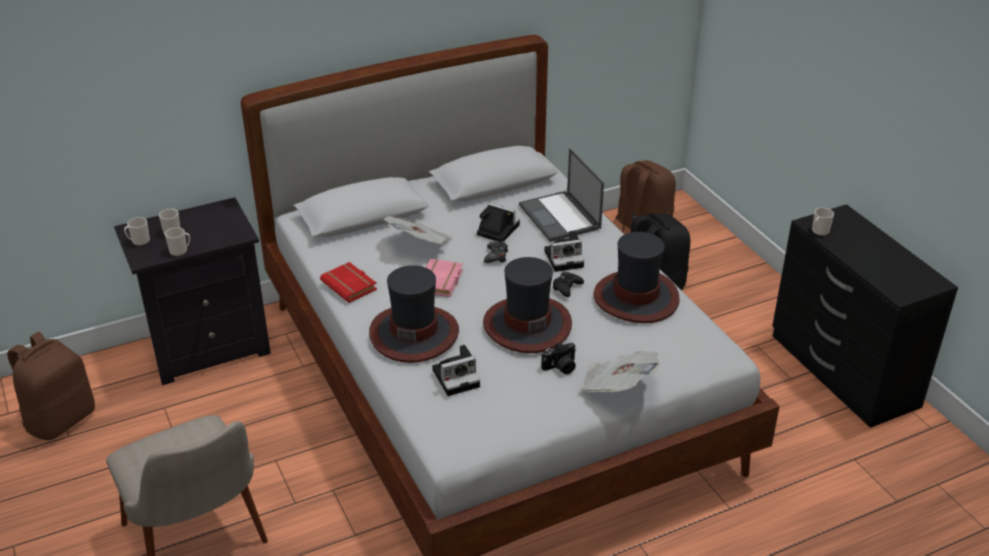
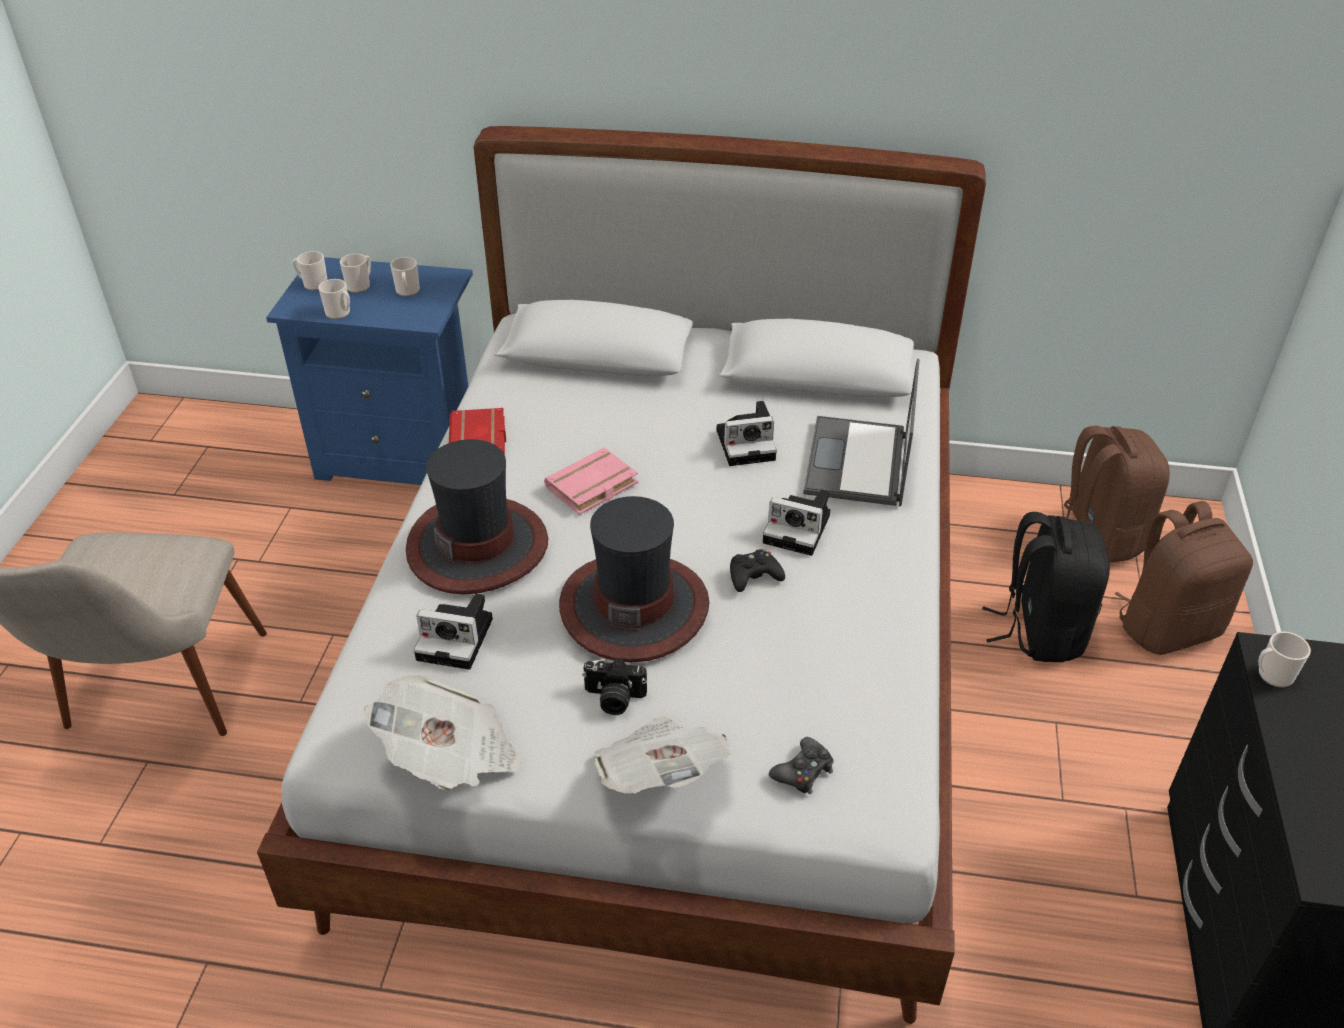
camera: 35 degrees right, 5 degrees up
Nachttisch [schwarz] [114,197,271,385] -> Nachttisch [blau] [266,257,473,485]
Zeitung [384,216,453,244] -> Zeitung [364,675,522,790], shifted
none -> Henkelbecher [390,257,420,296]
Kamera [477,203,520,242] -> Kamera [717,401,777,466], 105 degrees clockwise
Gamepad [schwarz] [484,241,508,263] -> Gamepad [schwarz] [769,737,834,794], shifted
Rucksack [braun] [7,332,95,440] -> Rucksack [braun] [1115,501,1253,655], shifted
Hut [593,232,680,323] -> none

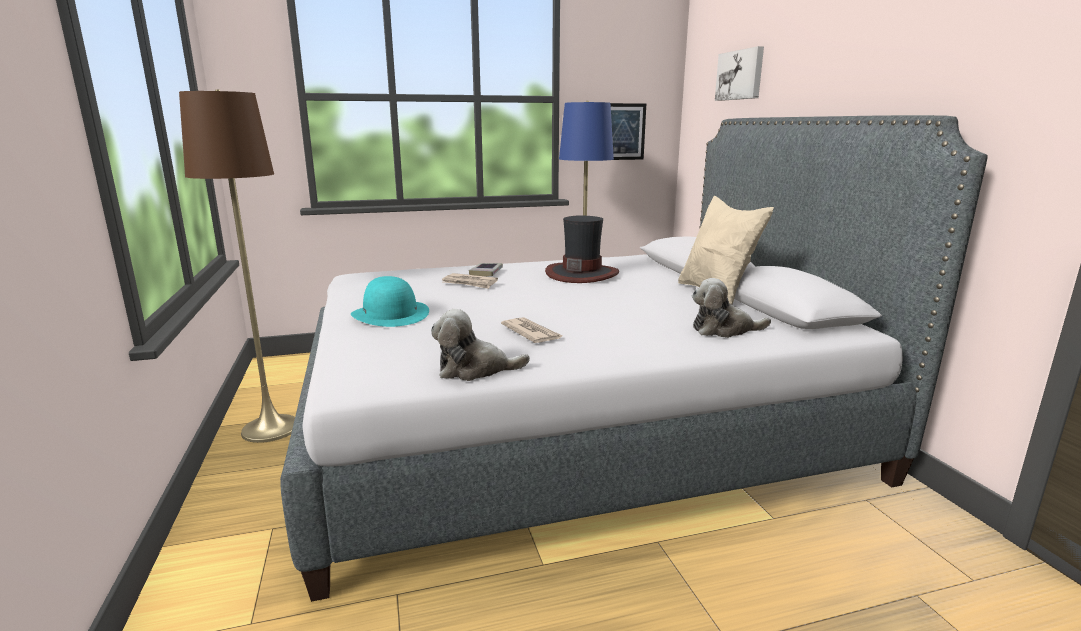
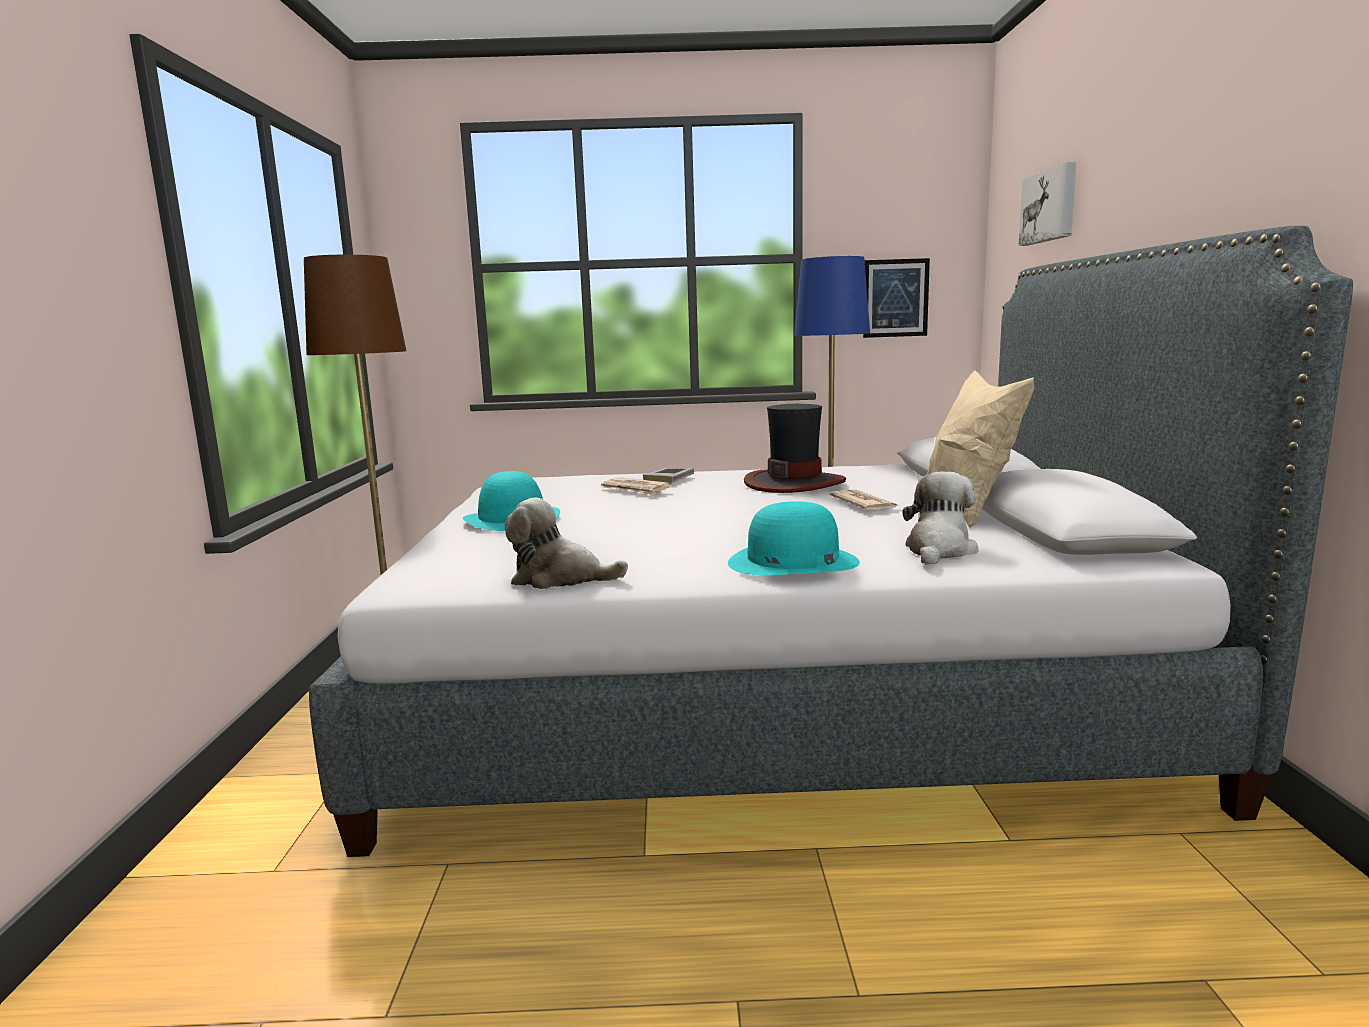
camera: 15 degrees right, 5 degrees down
none -> Hut [türkis] [728,501,860,575]
Zeitung [501,317,563,343] -> Zeitung [829,490,901,509], shifted
Plüschtier [692,278,771,338] -> Plüschtier [902,472,978,565], 105 degrees clockwise

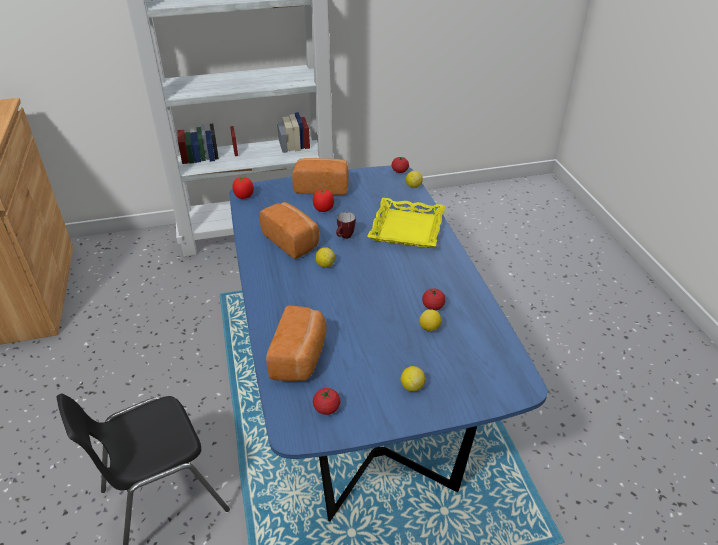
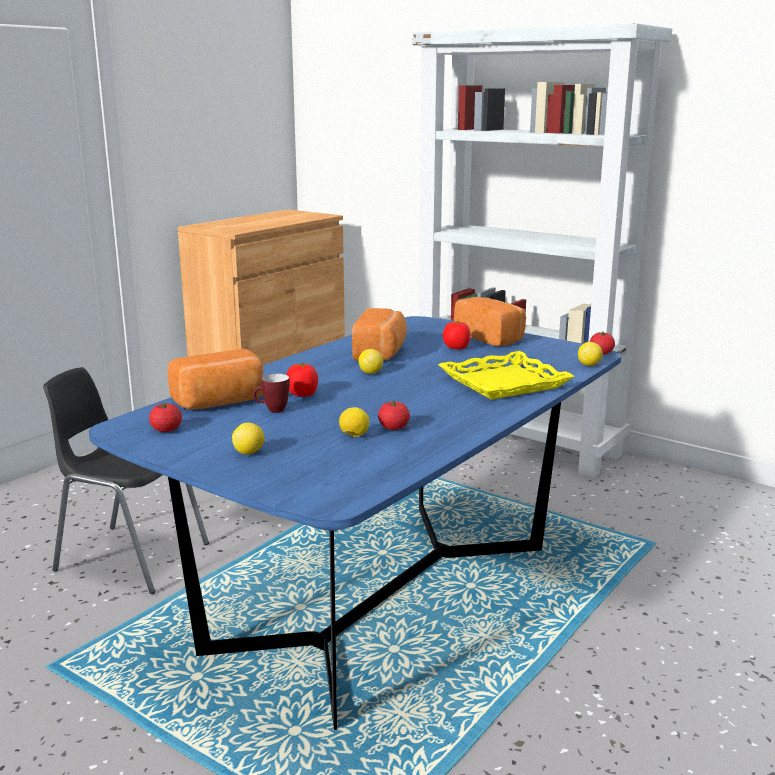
camera: 50 degrees right, 20 degrees down
Henkelbecher [336,212,356,239] -> Henkelbecher [253,374,290,413], shifted
Tomate [233,177,254,199] -> Tomate [286,363,318,397], shifted

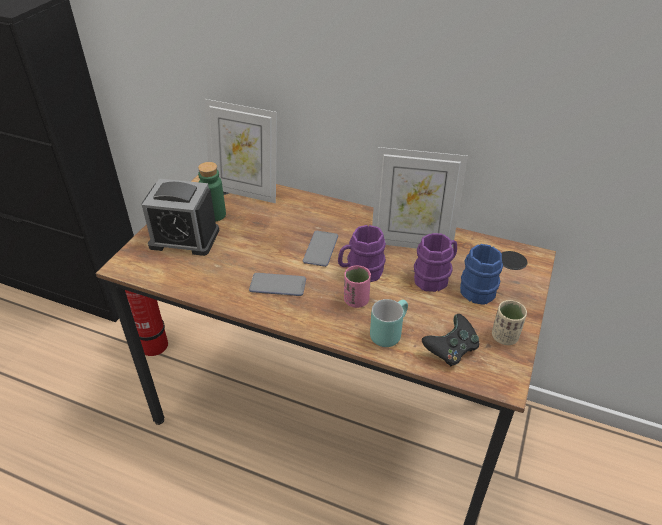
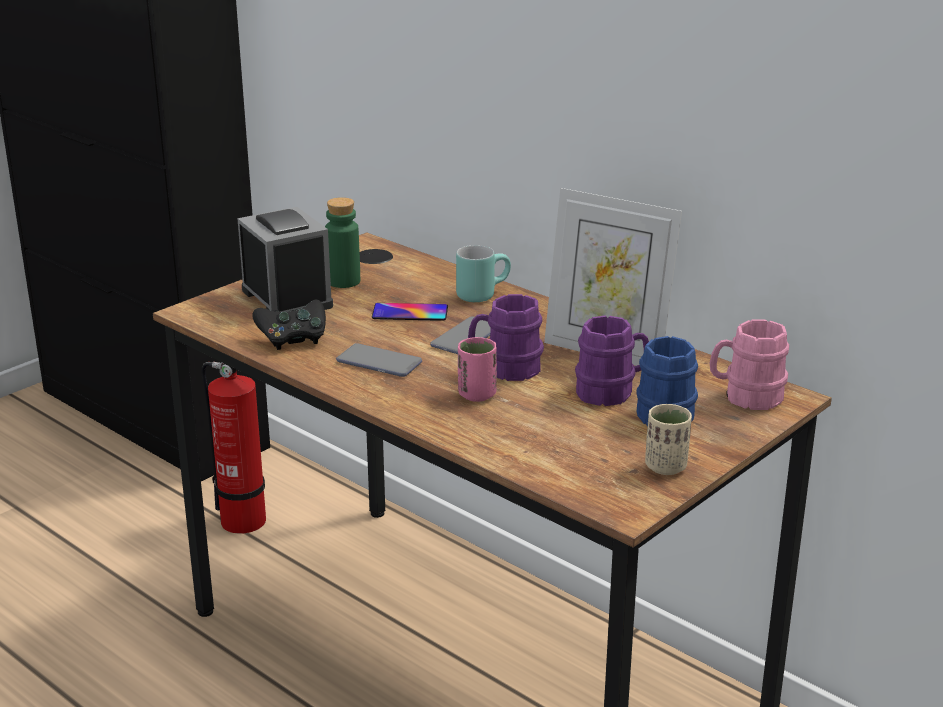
camera: 20 degrees right, 15 degrees down
Wecker [142,179,219,256] -> Wecker [237,207,333,312], 150 degrees counterclockwise
Gamepad [schwarz] [422,314,480,367] -> Gamepad [schwarz] [252,300,326,350], shifted
none -> Handy [372,303,448,321]
Henkelbecher [türkis] [370,299,408,347] -> Henkelbecher [türkis] [456,245,511,302], shifted
none -> Henkelbecher [rosa] [710,319,789,410]
Bilderrahmen [205,99,277,203] -> none

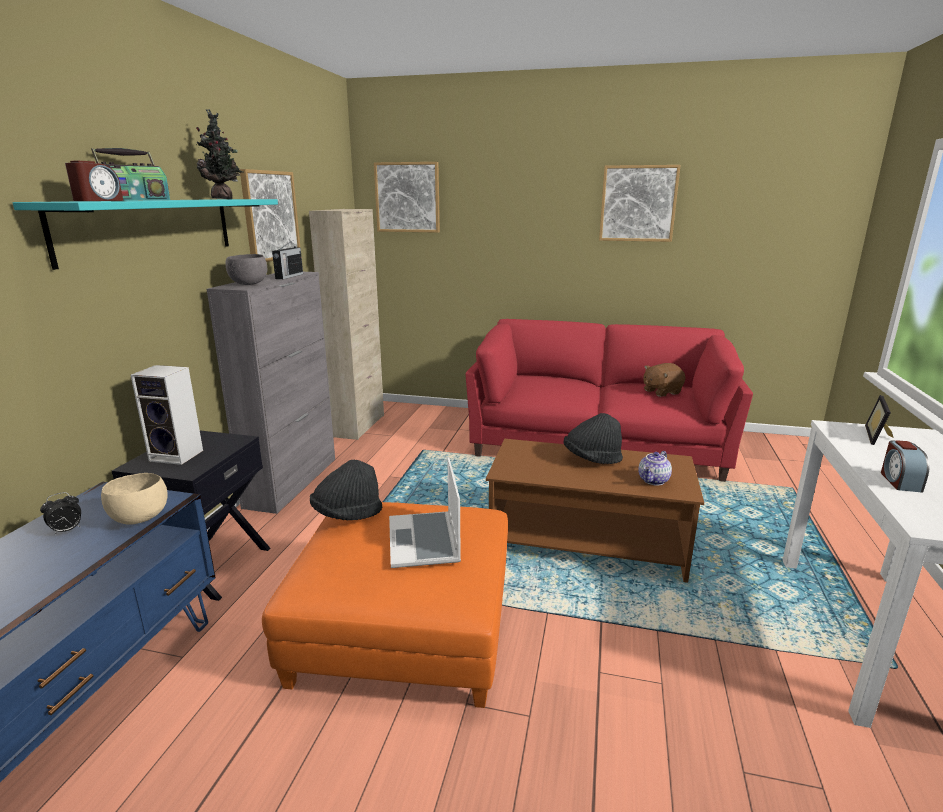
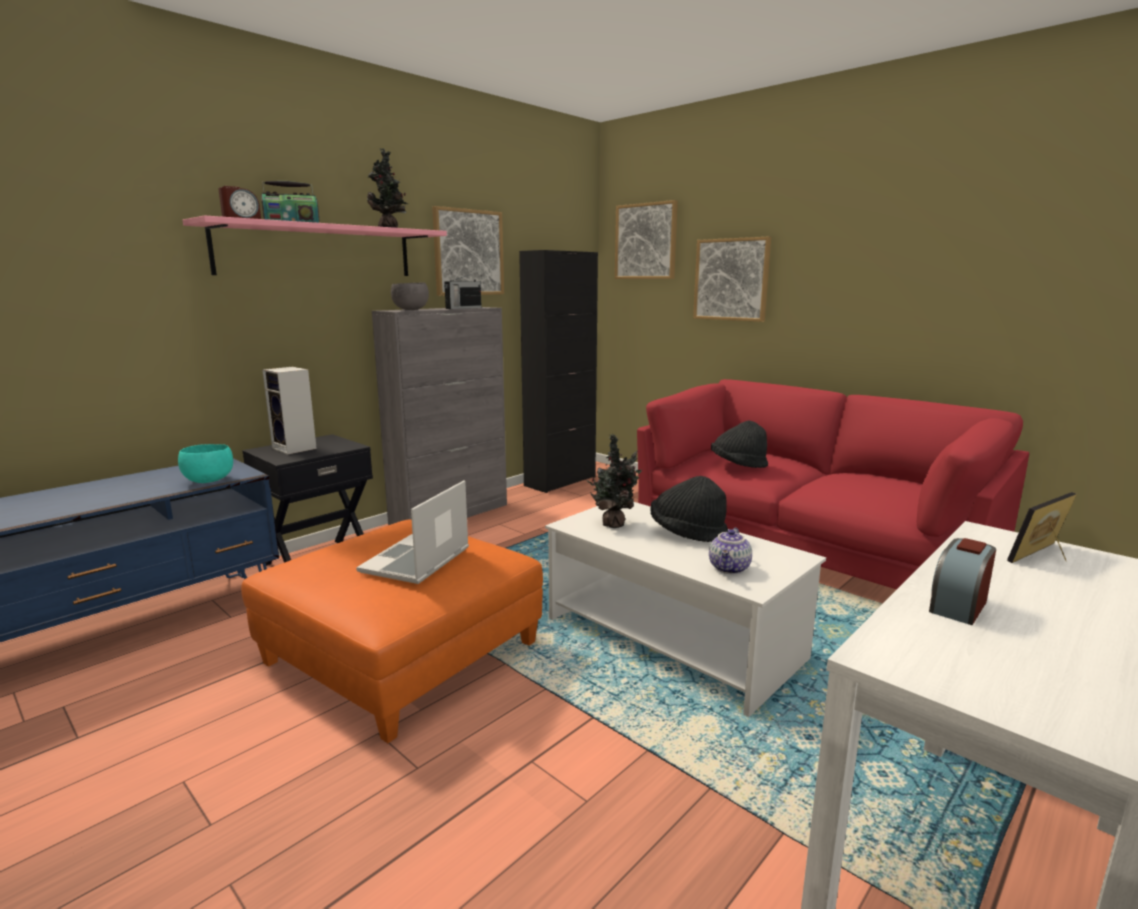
camera: 30 degrees right, 5 degrees down
Schüssel [beige] [101,473,168,524] -> Schüssel [türkis] [178,444,233,483]
Wandregal [türkis] [13,199,278,270] -> Wandregal [rosa] [182,215,447,276]
Schrank [beige] [309,209,384,440] -> Schrank [schwarz] [519,250,598,493]
Couchtisch [braun] [486,439,704,583] -> Couchtisch [weiß] [545,502,826,717]
none -> Topfpflanze [587,434,642,528]
Bild [599,165,681,242] -> Bild [693,237,771,322], shifted
Teekanne [638,451,672,486] -> Teekanne [709,528,752,574], 45 degrees counterclockwise
Hut [schwarz] [310,459,382,520] -> Hut [schwarz] [711,420,768,468], shifted
Wecker [40,492,81,535] -> none
Plüschtier [braun] [643,363,685,397] -> none

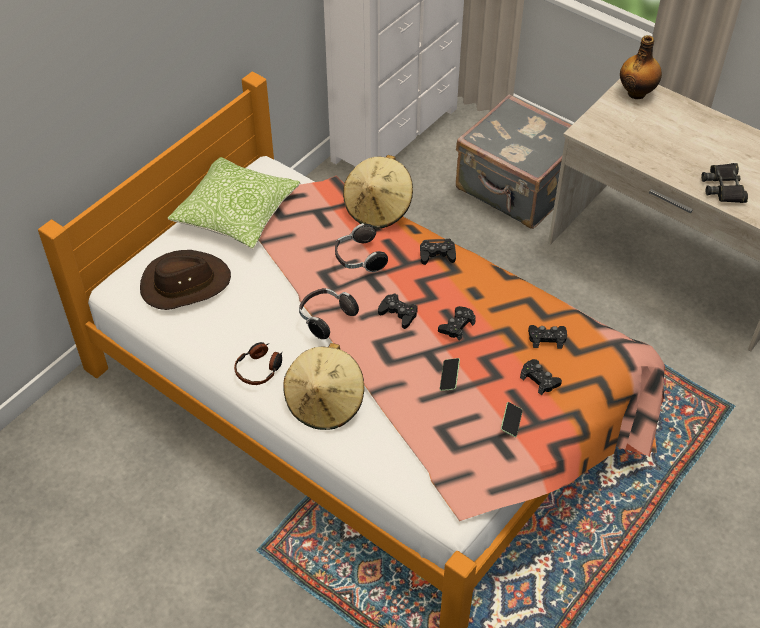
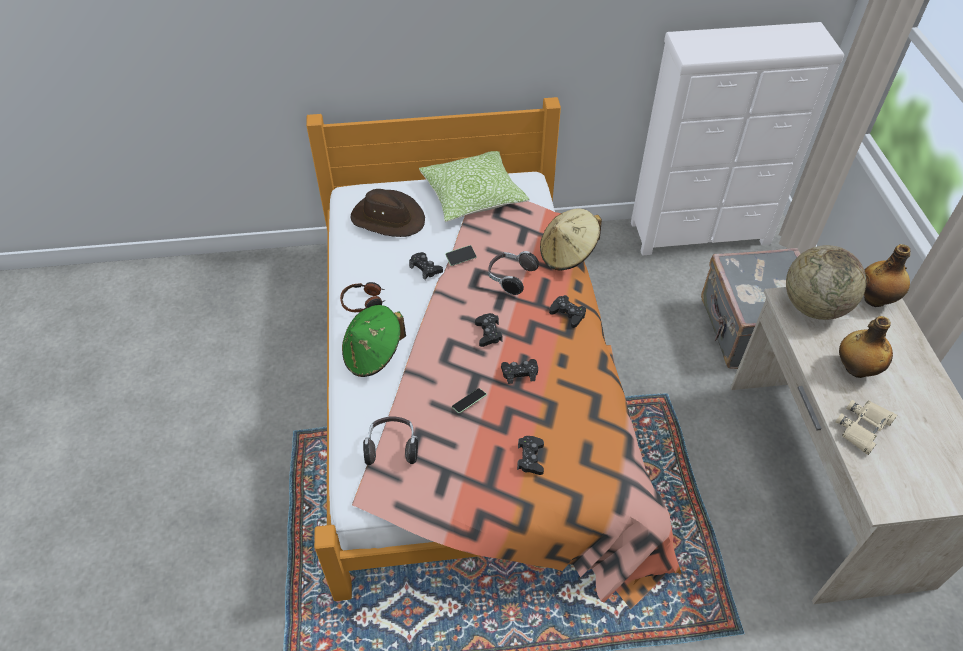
camera: 45 degrees right, 0 degrees up
Hut [beige] [283,343,364,430] -> Hut [grün] [342,305,406,377]
Kopfhörer [299,288,359,339] -> Kopfhörer [363,416,418,465], shifted
Gamepad [schwarz] [528,325,567,349] -> Gamepad [schwarz] [409,252,443,280], shifted
Handy [501,402,523,437] -> Handy [445,245,477,266], shifted
none -> Globus [786,245,866,320]
Fernglas [schwarz] [701,163,748,203] -> Fernglas [beige] [836,400,897,455]
none -> Flasche [839,316,893,378]

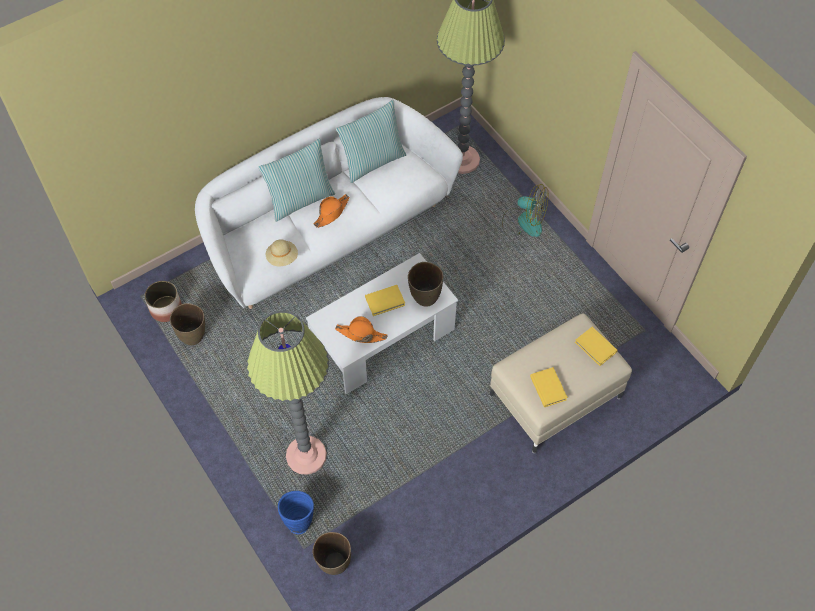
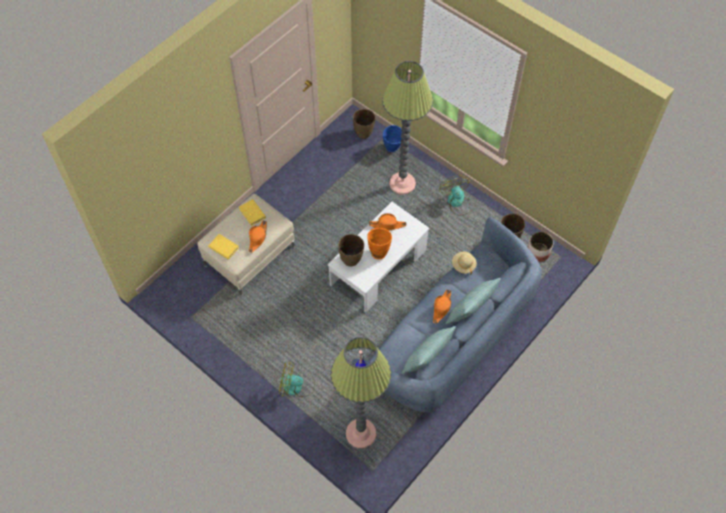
camera: 165 degrees right, 0 degrees up
none -> Hut [orange] [249,221,267,252]
Sofa [weiß] [195,97,463,309] -> Sofa [blau] [352,217,542,412]
Buch [gelb] [365,285,405,316] -> Vase [orange] [367,228,392,260]
none -> Ventilator [439,175,477,216]

